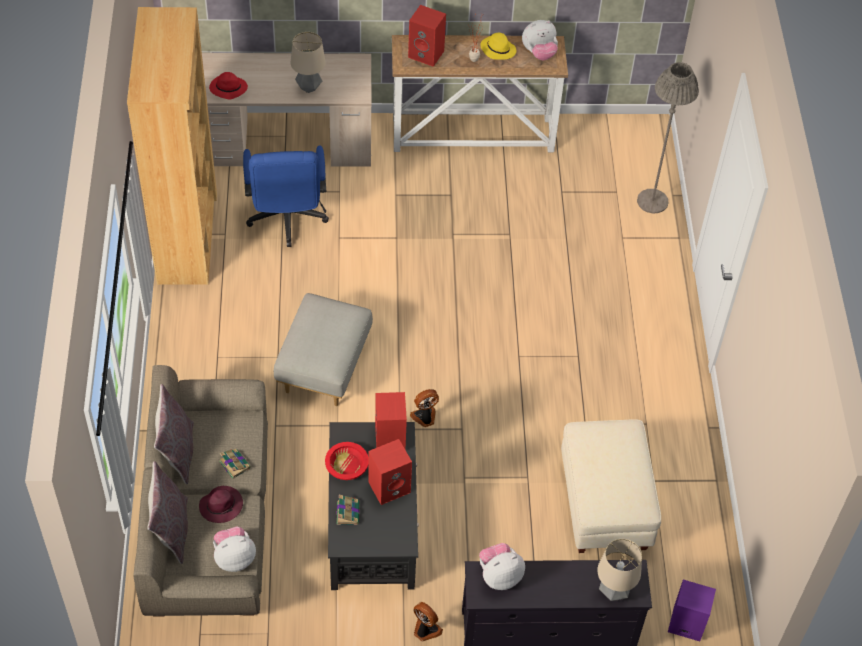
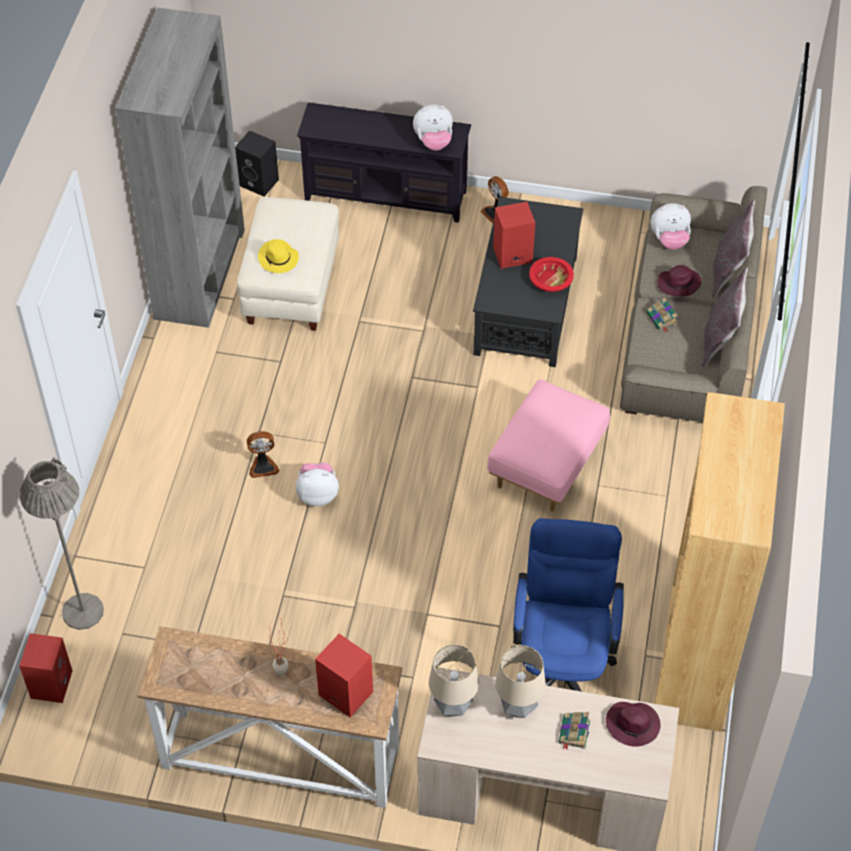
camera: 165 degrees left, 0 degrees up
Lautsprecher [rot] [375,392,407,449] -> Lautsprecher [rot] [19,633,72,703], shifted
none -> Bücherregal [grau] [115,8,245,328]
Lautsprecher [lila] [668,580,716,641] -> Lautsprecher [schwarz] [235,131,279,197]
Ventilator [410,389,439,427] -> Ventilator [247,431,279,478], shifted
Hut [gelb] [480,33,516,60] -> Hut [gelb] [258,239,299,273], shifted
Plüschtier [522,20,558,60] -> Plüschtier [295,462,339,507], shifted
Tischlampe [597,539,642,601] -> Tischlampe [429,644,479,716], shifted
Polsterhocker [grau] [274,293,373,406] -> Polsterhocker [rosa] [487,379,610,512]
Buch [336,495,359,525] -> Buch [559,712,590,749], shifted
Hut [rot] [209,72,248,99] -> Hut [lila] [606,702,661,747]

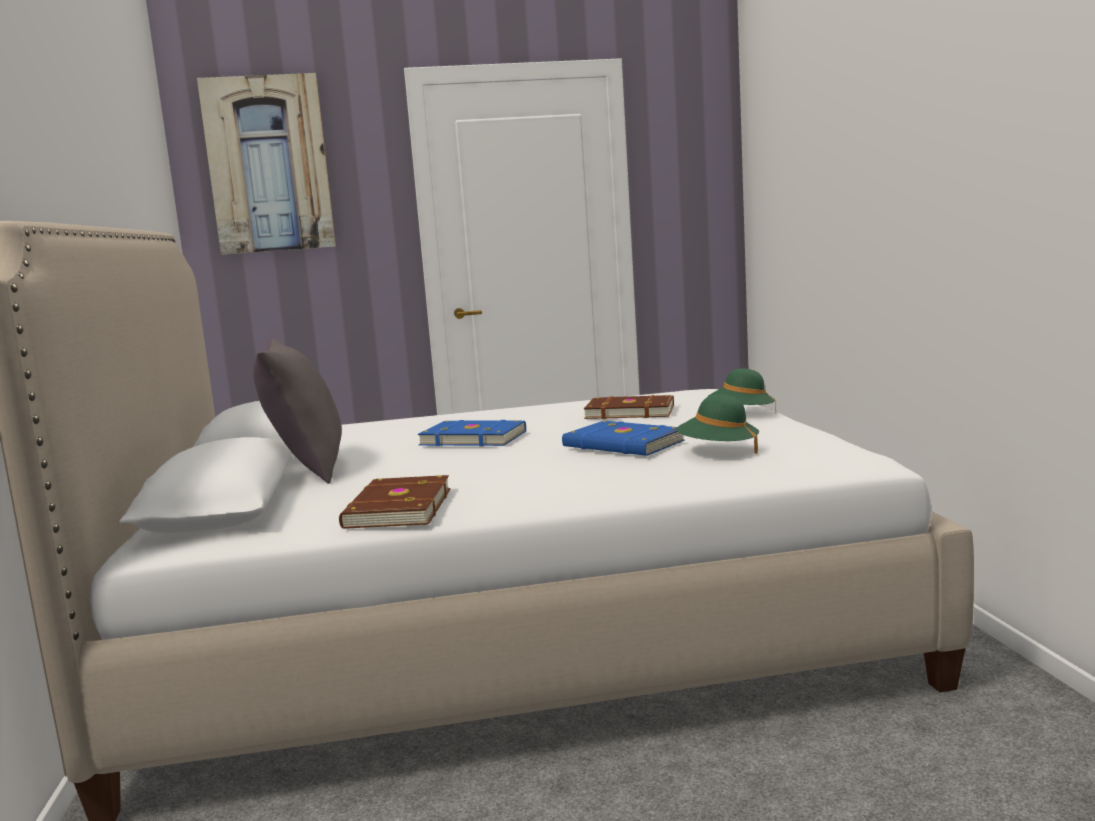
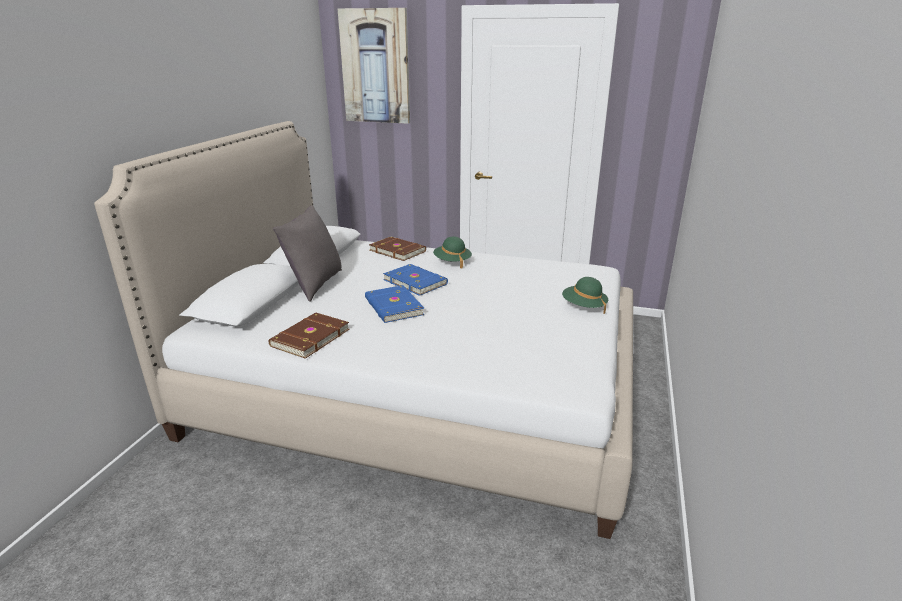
camera: 25 degrees right, 15 degrees up
Buch [blau] [562,421,685,456] -> Buch [blau] [365,285,424,323], shifted
Buch [braun] [584,395,674,419] -> Buch [braun] [369,236,426,261], shifted
Hut [grün] [677,394,759,454] -> Hut [grün] [433,236,472,269], shifted

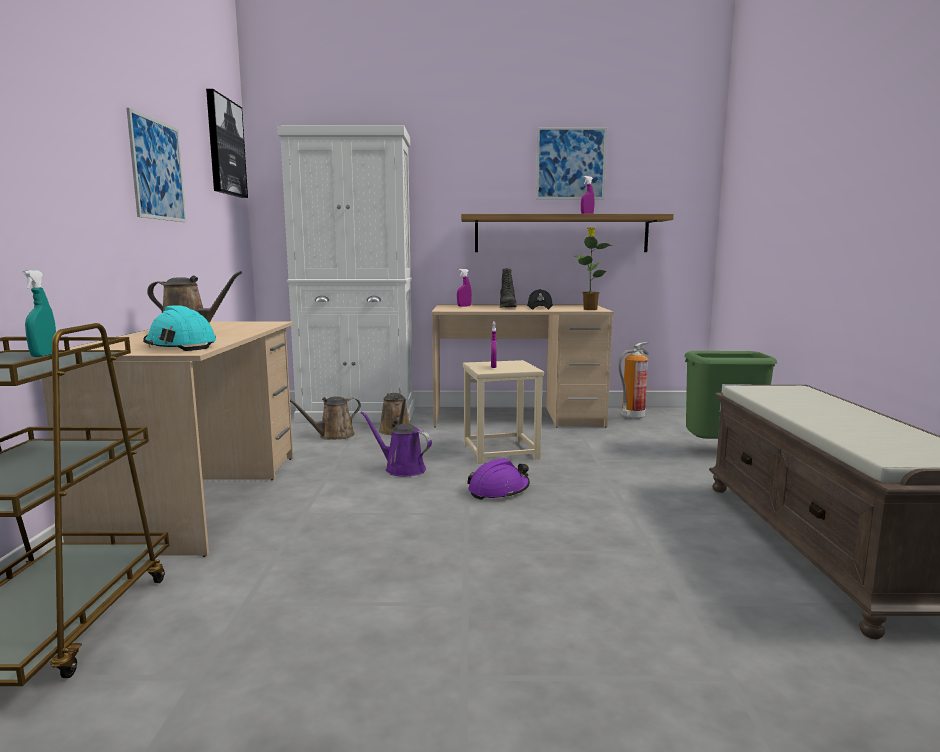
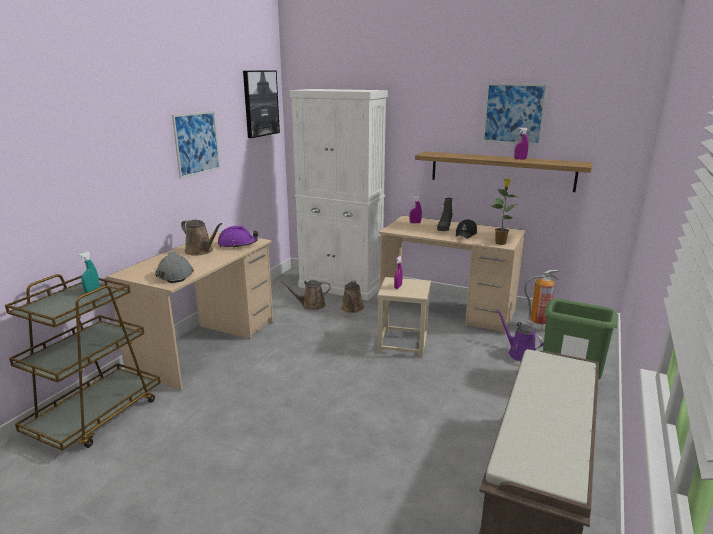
camera: 25 degrees right, 10 degrees up
Schutzhelm [türkis] [143,305,216,351] -> Schutzhelm [grau] [155,252,194,283]
Schutzhelm [lila] [467,458,530,500] -> Schutzhelm [lila] [218,226,258,248], shifted
Gießkanne [lila] [361,411,432,476] -> Gießkanne [lila] [496,309,544,361], shifted

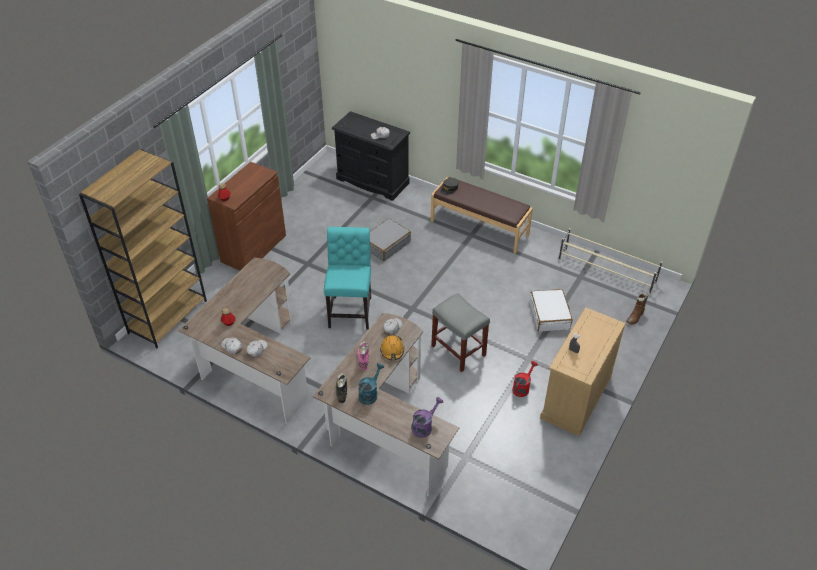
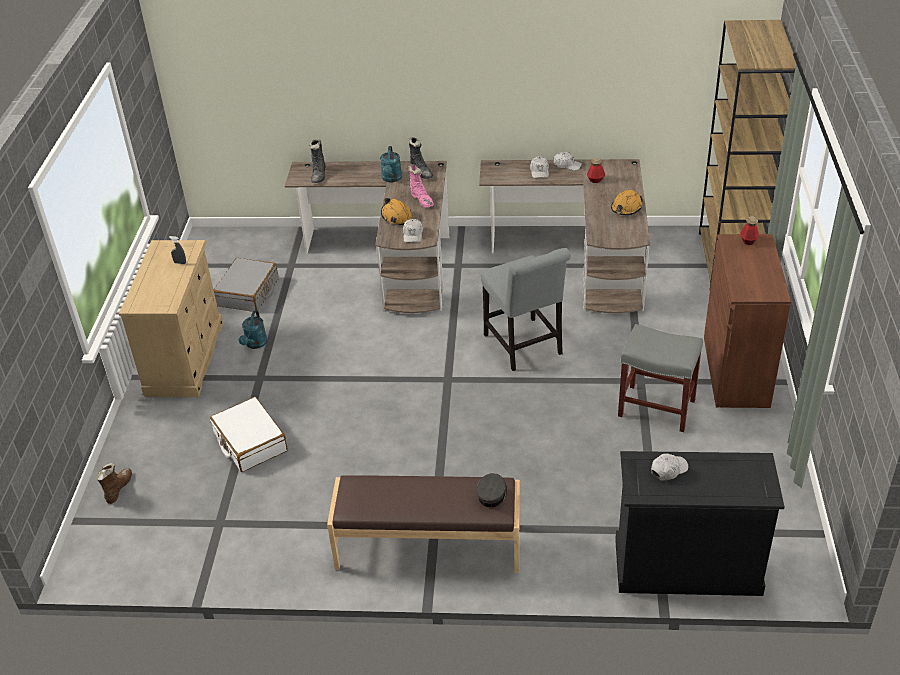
camera: 155 degrees right, 5 degrees down
Koffer [grau] [370,218,411,261] -> Koffer [grau] [214,258,279,312], shifted
Gießkanne [rot] [512,361,538,397] -> Gießkanne [türkis] [239,310,268,349]
Gießkanne [lila] [411,397,443,438] -> Stiefel [schwarz] [310,139,326,183]
Stuhl [türkis] [324,227,371,330] -> Stuhl [grau] [480,248,571,371]
none -> Schutzhelm [orange] [611,190,643,215]
Hocker [grau] [431,293,490,372] -> Hocker [grau] [618,324,703,432], shifted
Schuhregal [beige] [558,228,662,294] -> none

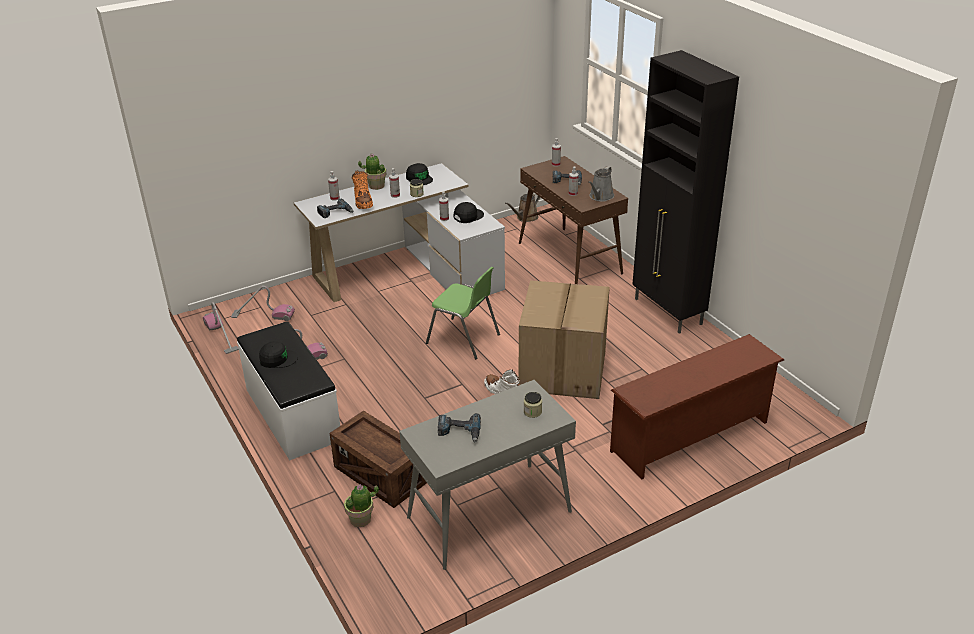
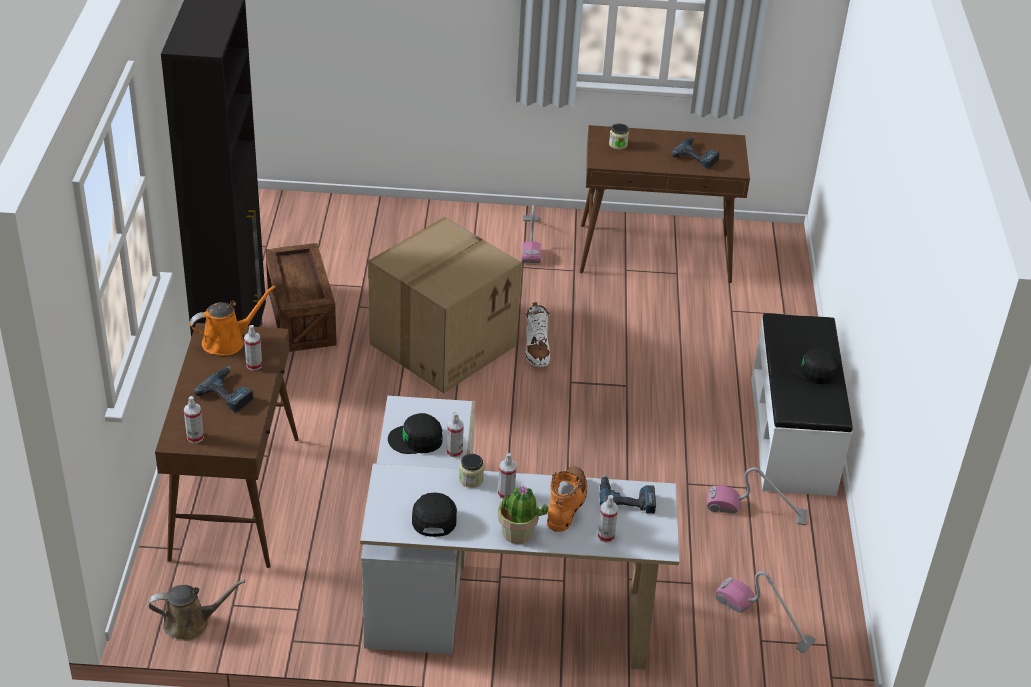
camera: 150 degrees left, 5 degrees up
Gießkanne [grau] [588,166,614,202] -> Gießkanne [orange] [190,285,276,355]
Kiste [329,411,427,508] -> Kiste [265,243,337,352], shifted
Staubsauger [203,302,239,354] -> Staubsauger [521,205,541,263], shifted
Konsolentisch [grau] [399,380,576,570] -> Konsolentisch [braun] [580,125,750,283]
Topfpflanze [344,485,379,527] -> none
Stuhl [grün] [426,267,500,359] -> none
Schuhregal [braun] [610,334,784,479] -> none

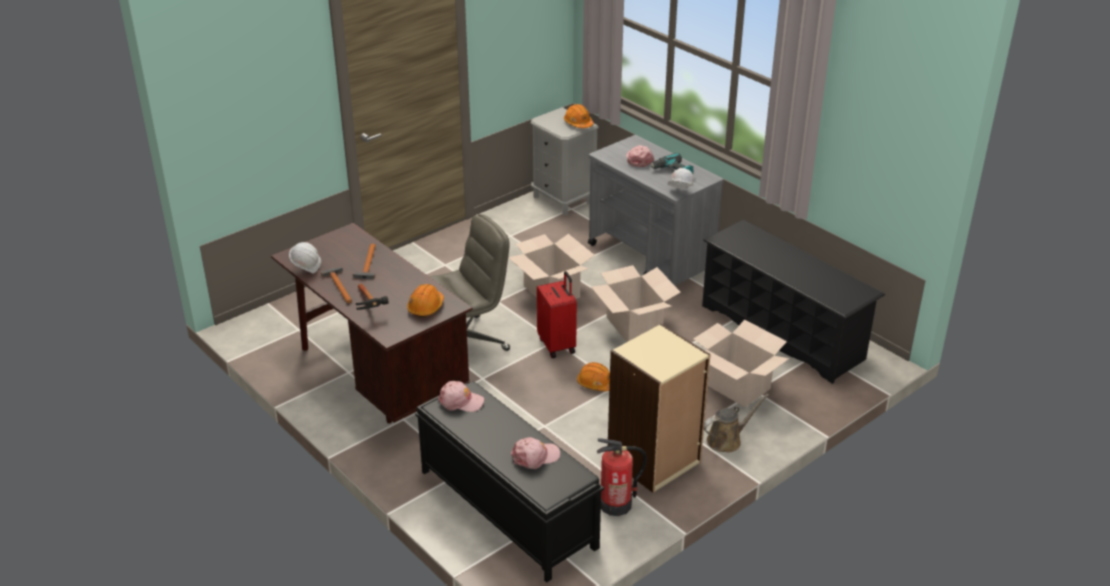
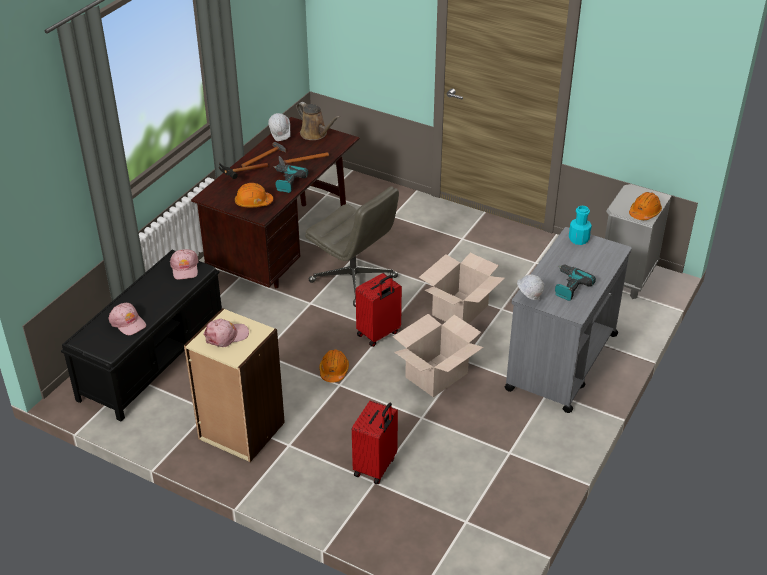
camera: 70 degrees right, 5 degrees up
Kappe [rosa] [626,145,655,167] -> Kappe [rosa] [203,319,249,347], shifted
none -> Bohrmaschine [274,164,308,193]
Gießkanne [braun] [704,394,769,452] -> Gießkanne [braun] [296,102,340,140], shifted
Karton [694,320,790,407] -> Koffer [rot] [352,401,398,485]
none -> Flasche [türkis] [569,206,592,245]
Feuerlöscher [597,439,647,516] -> none
Schuhregal [schwarz] [702,220,885,384] -> none

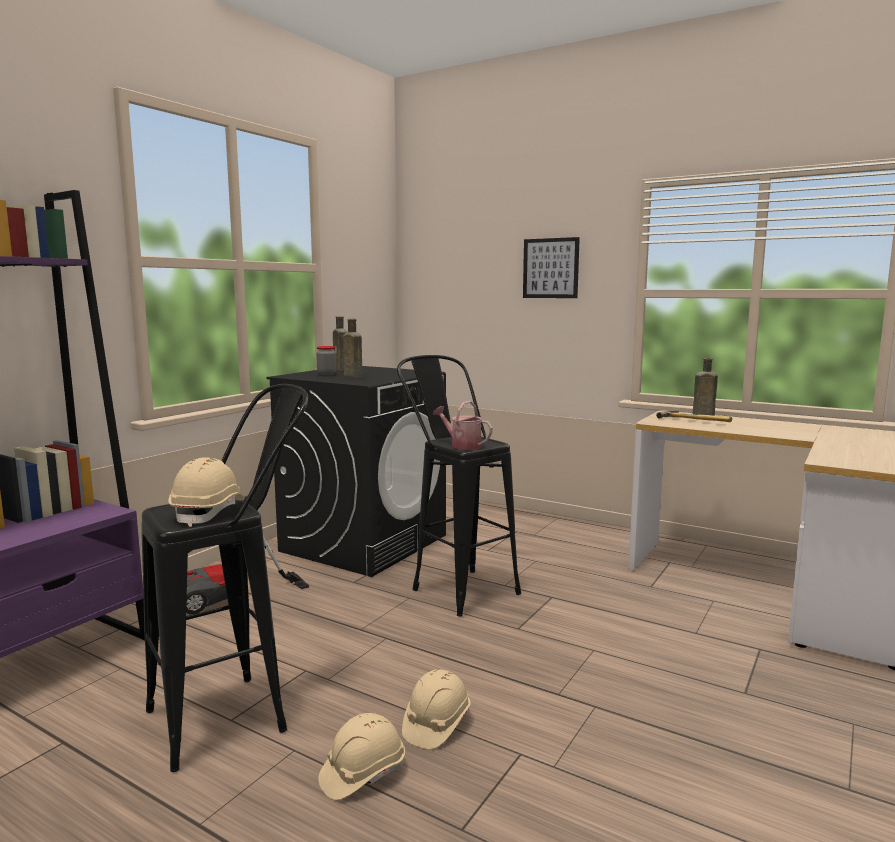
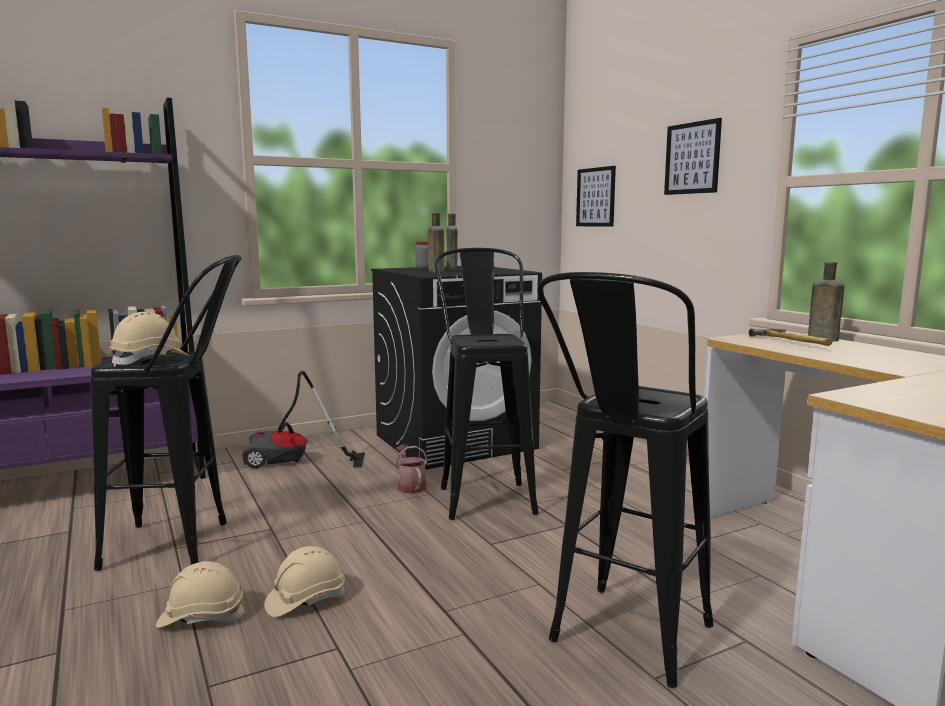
camera: 30 degrees right, 0 degrees up
Gießkanne [433,401,492,450] -> Gießkanne [396,445,428,494], shifted
none -> Hocker [schwarz] [537,272,713,688]
none -> Bild [576,166,616,227]

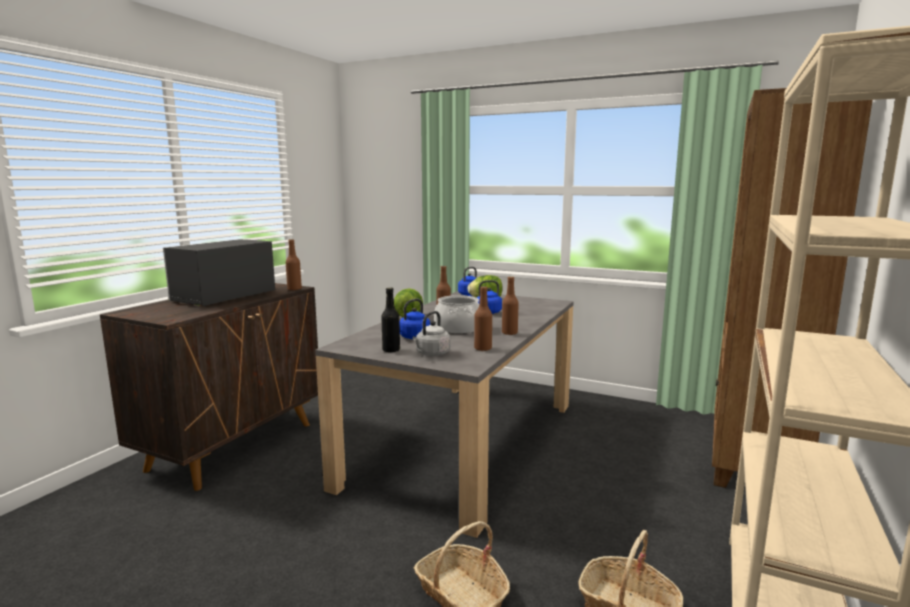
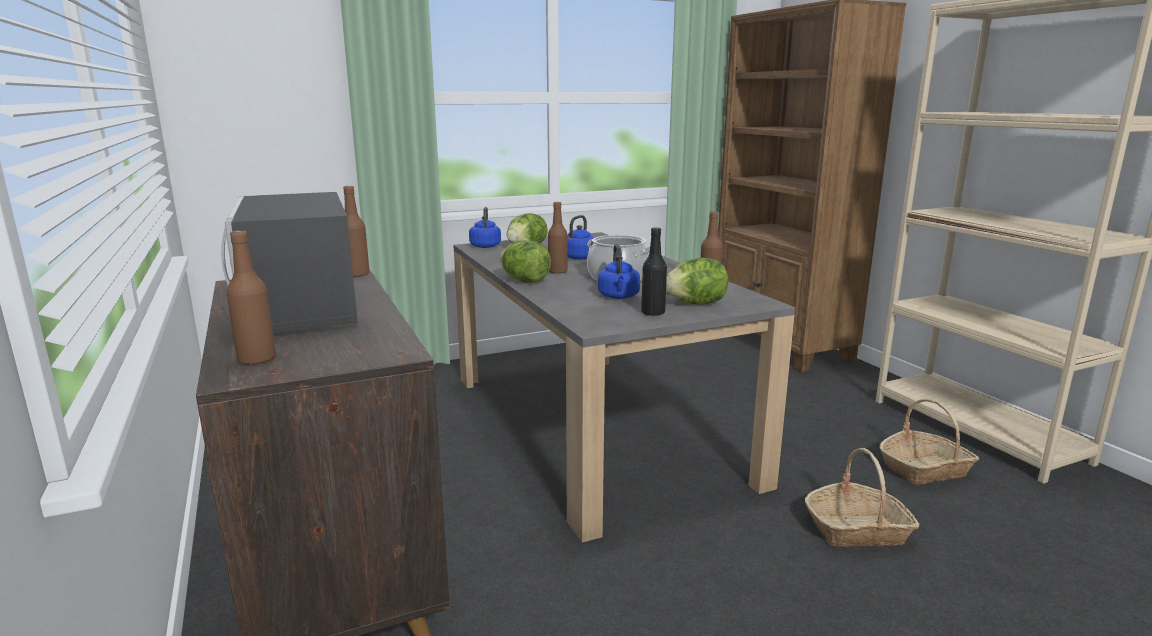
camera: 50 degrees left, 5 degrees up
Flasche [braun] [502,276,519,335] -> Flasche [braun] [227,230,276,365], shifted
Wasserkessel [grau] [412,311,451,356] -> Salatkopf [666,258,728,305]

